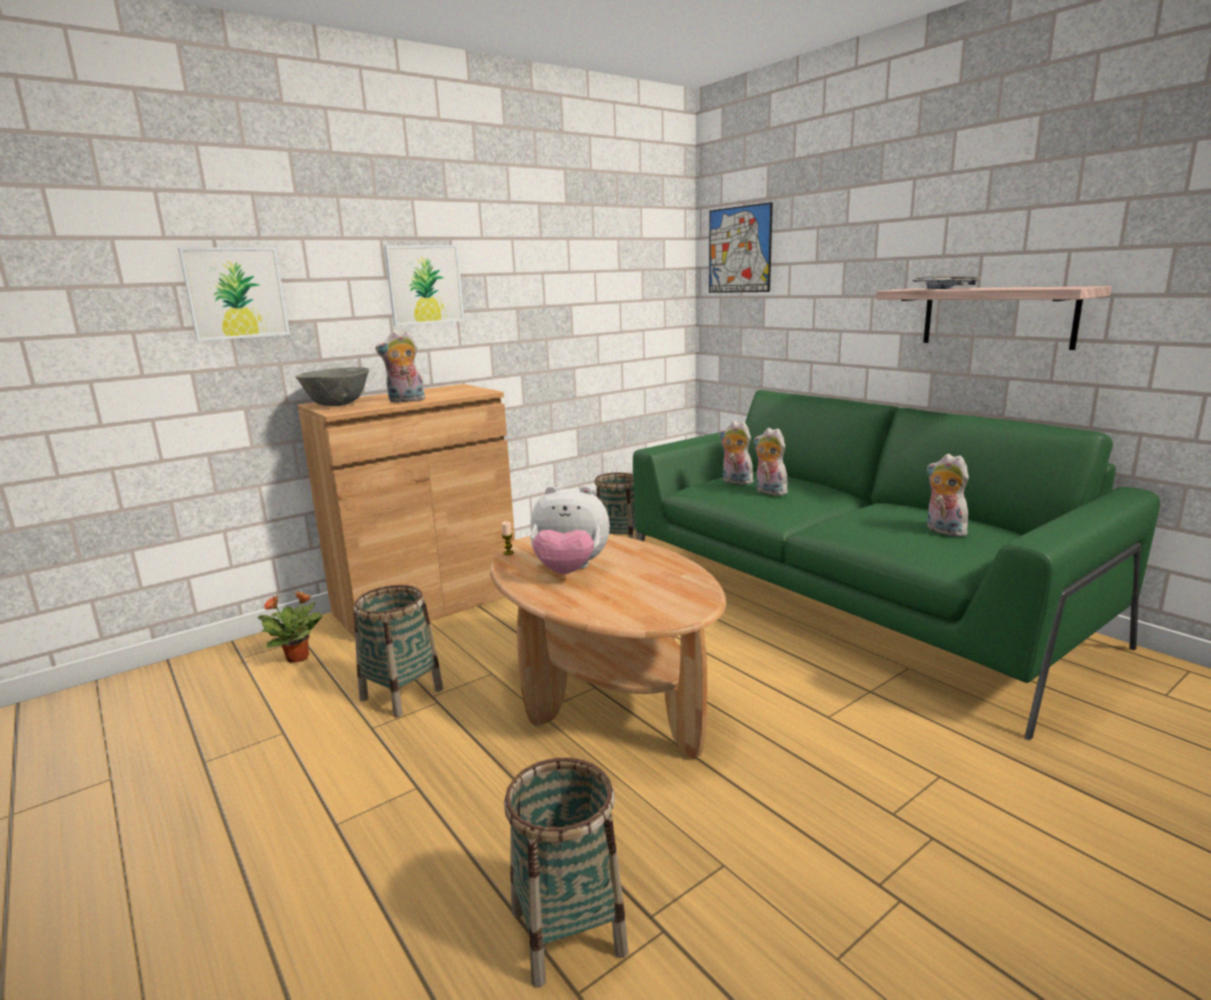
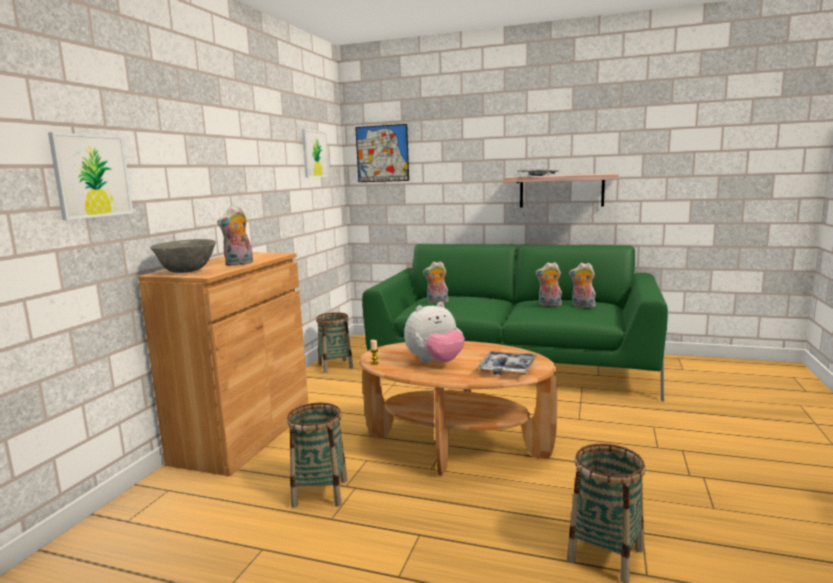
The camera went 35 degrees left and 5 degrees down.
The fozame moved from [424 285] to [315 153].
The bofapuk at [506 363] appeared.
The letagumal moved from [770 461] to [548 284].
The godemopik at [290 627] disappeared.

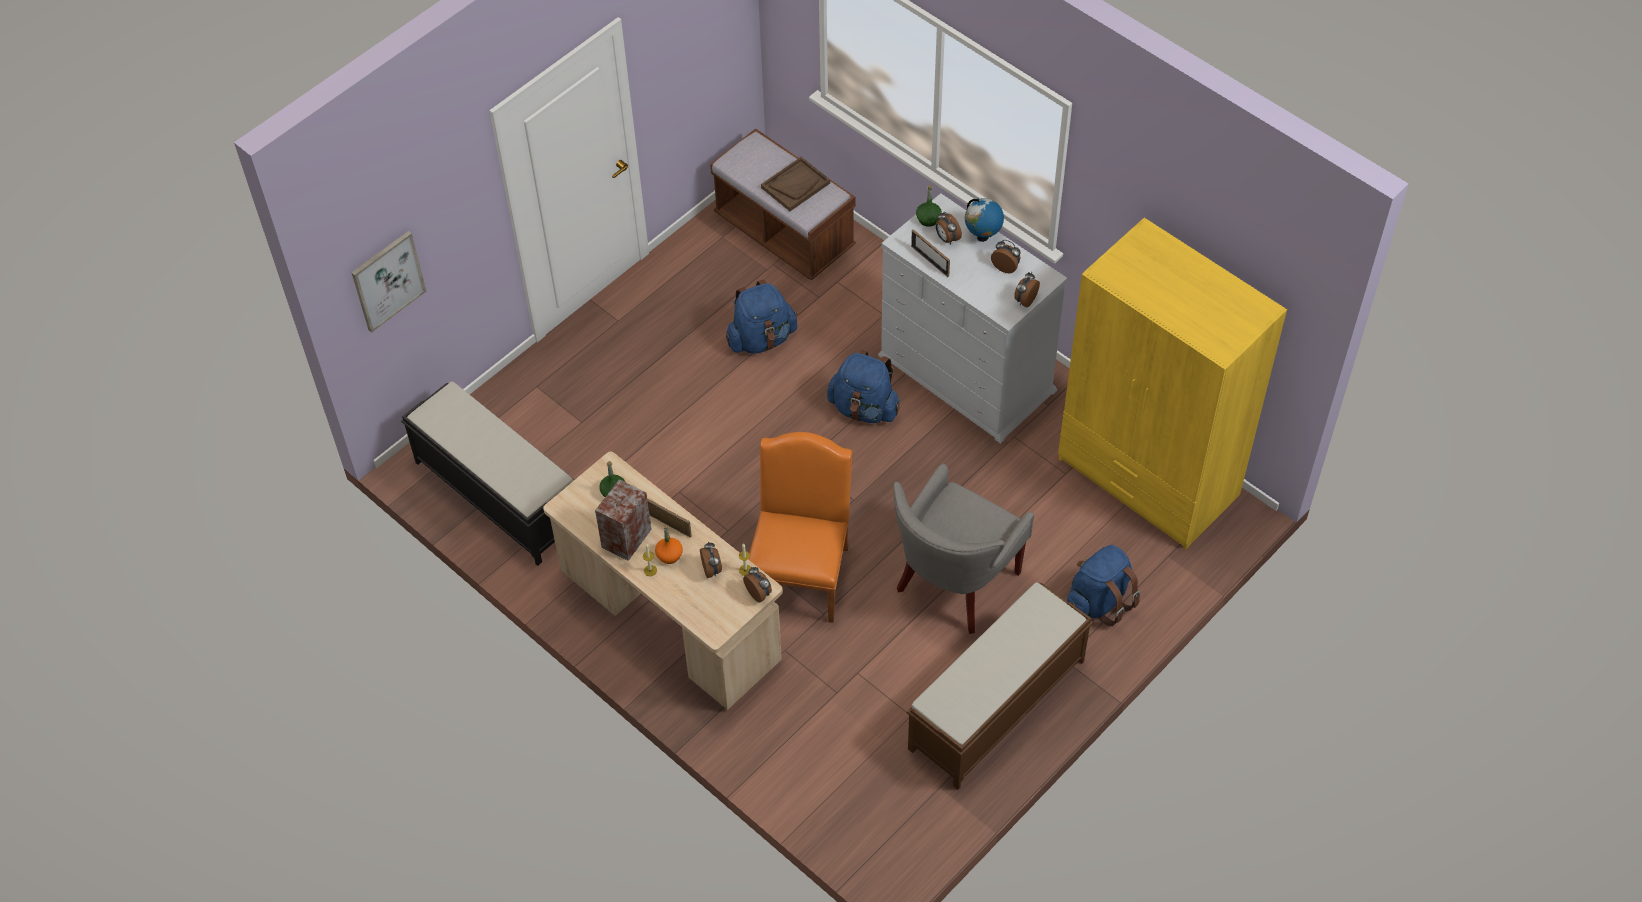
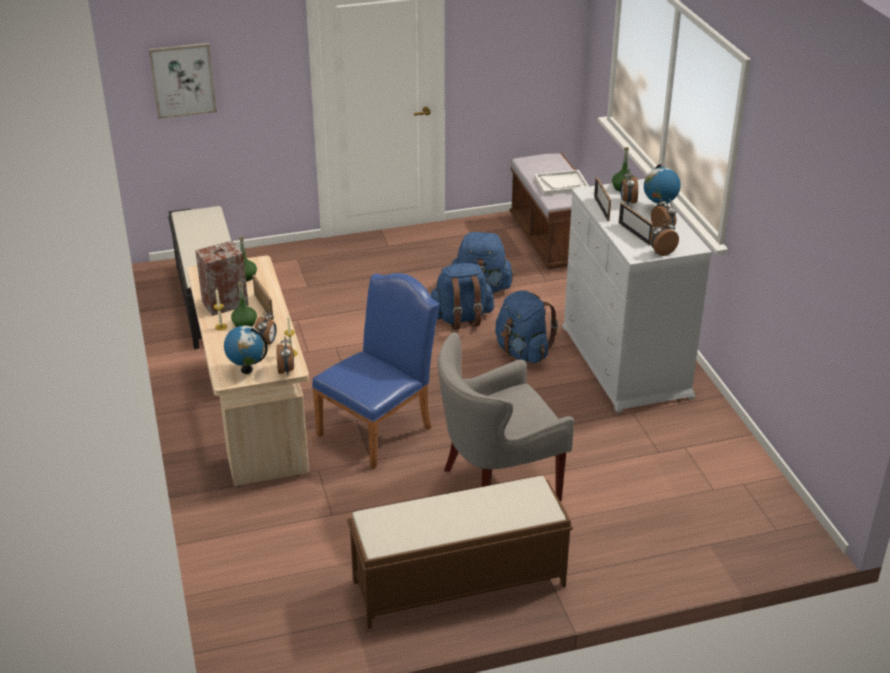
The camera went 30 degrees right and 20 degrees down.
The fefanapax at [246 350] appeared.
The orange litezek at [669 544] became the green litezek at [244 304].
The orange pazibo at [800 527] became the blue pazibo at [376 371].
The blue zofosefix moved from [1103 585] to [462 296].
The brown bofapuk at [795 184] became the white bofapuk at [561 182].
The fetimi at [636 224] appeared.
The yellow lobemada at [1172 384] disappeared.

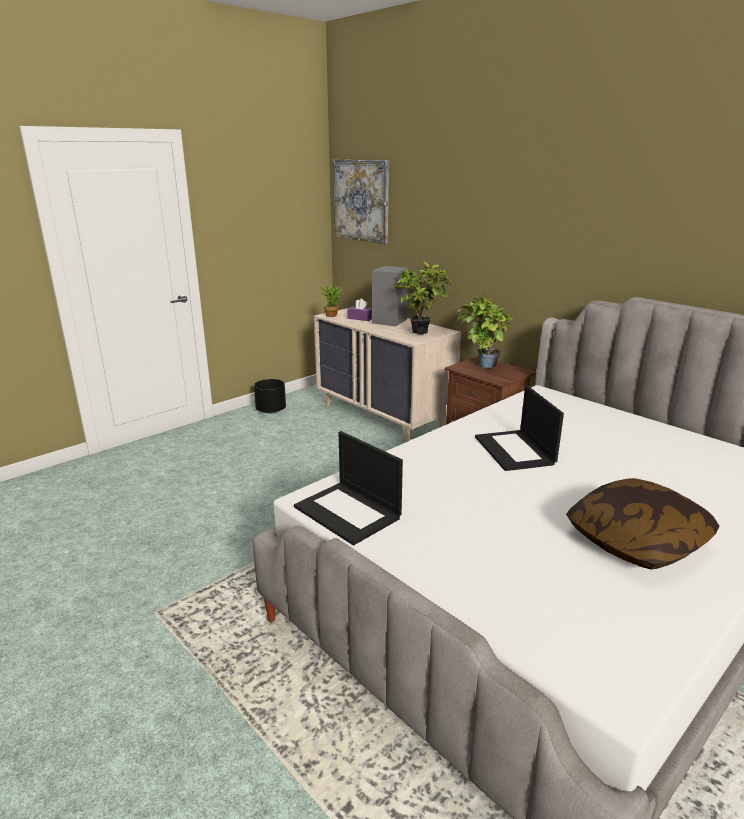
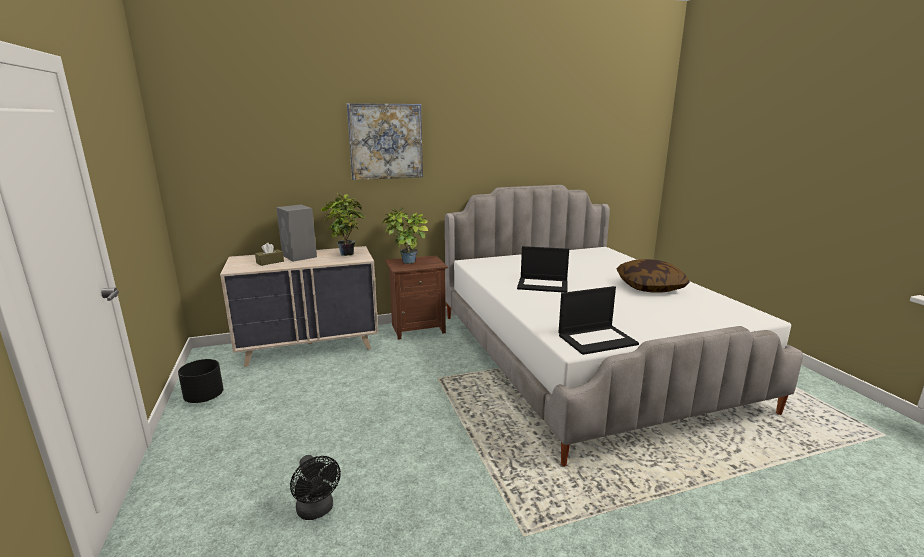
The camera went 65 degrees left and 5 degrees down.
The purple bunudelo at [359 310] became the brown bunudelo at [269 254].
The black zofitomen at [315 487] appeared.
The fozame moved from [361 202] to [385 141].
The godemopik at [331 301] disappeared.

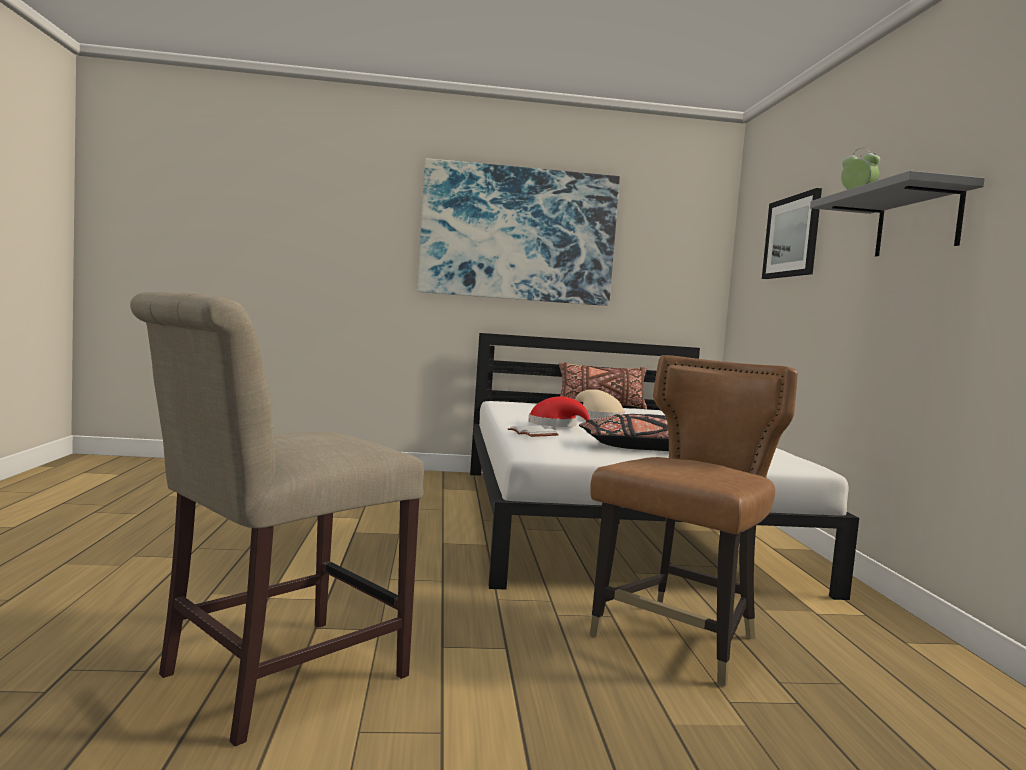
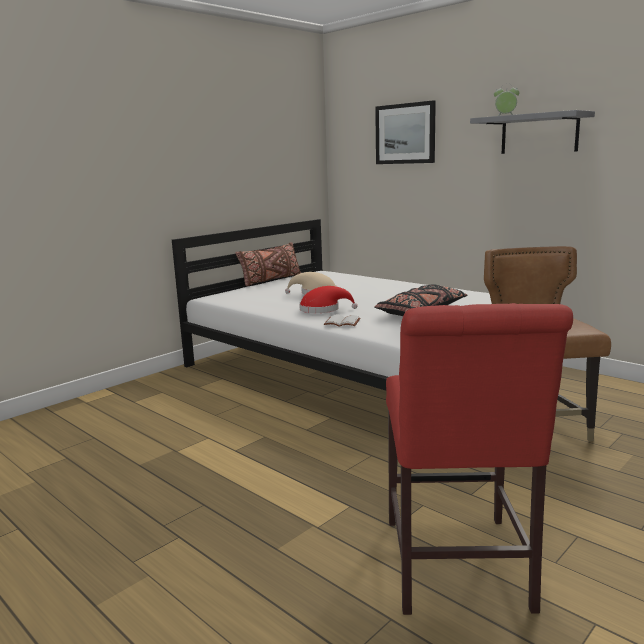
The camera went 40 degrees left and 10 degrees up.
The beige pazibo at [277 519] became the red pazibo at [479 459].
The fozame at [519 232] disappeared.

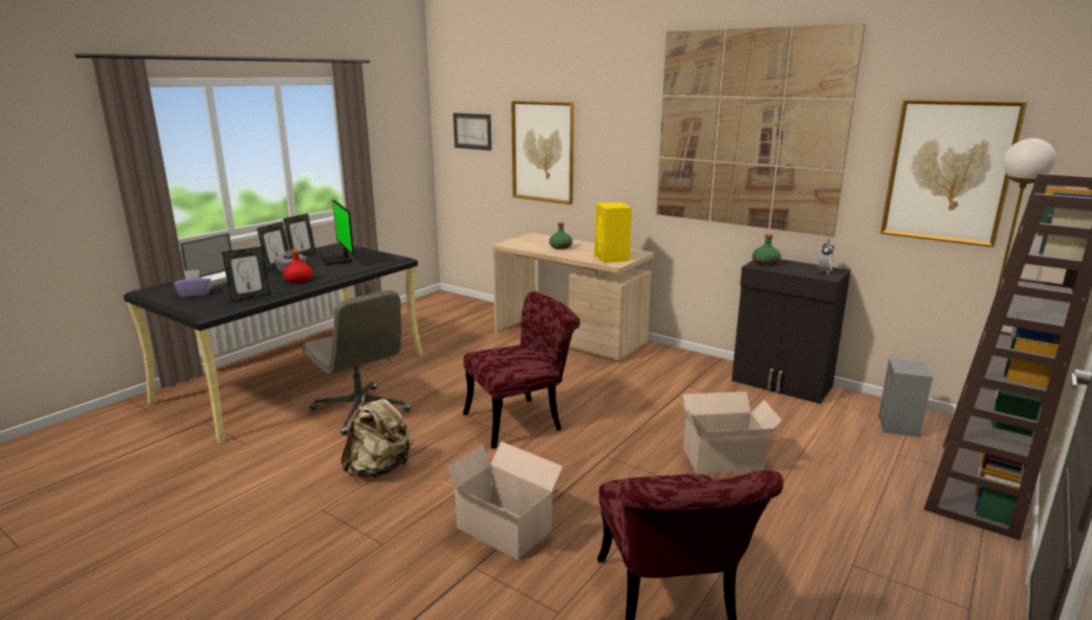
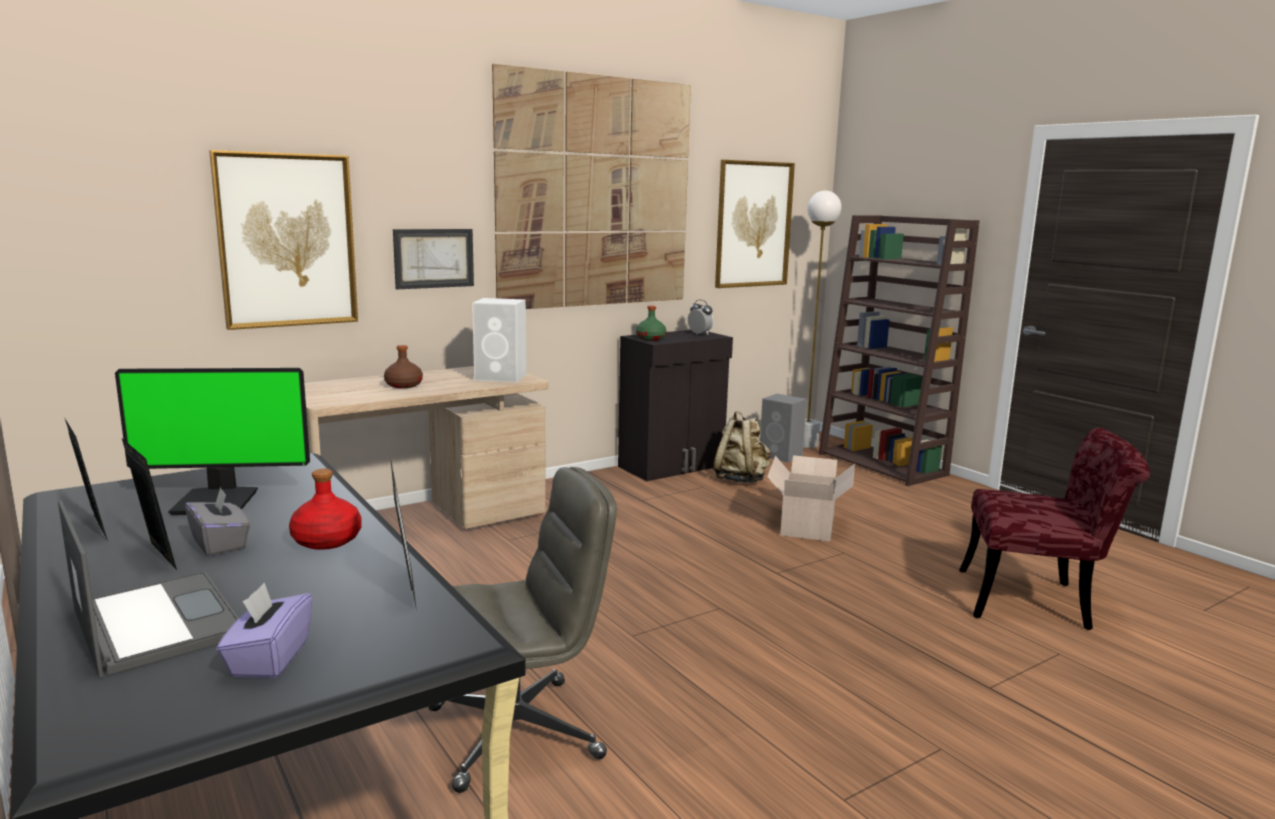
The camera went 70 degrees left and 5 degrees down.
The green litezek at [560 235] became the brown litezek at [403 366].
The fozame moved from [472 132] to [433 259].
The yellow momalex at [613 232] became the white momalex at [499 340].
The beige zofosefix moved from [377 435] to [742 447].
The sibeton at [502 500] disappeared.
The red pazibo at [521 370] disappeared.

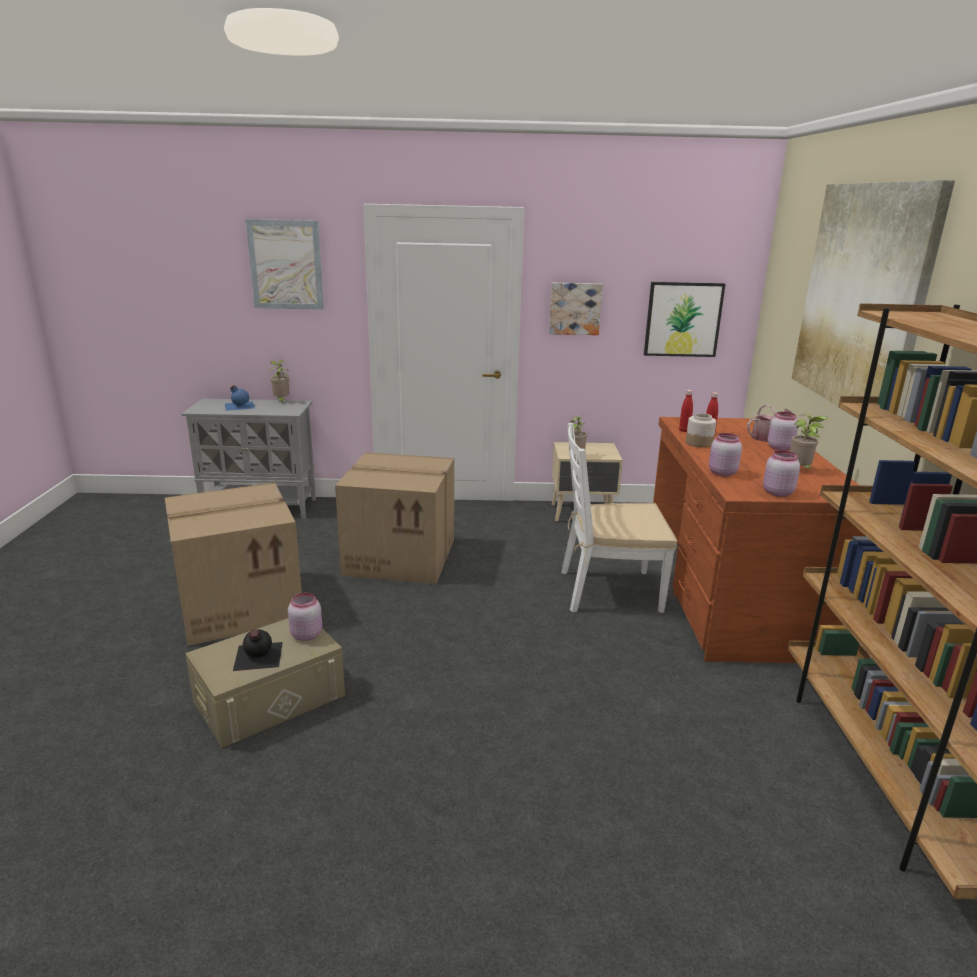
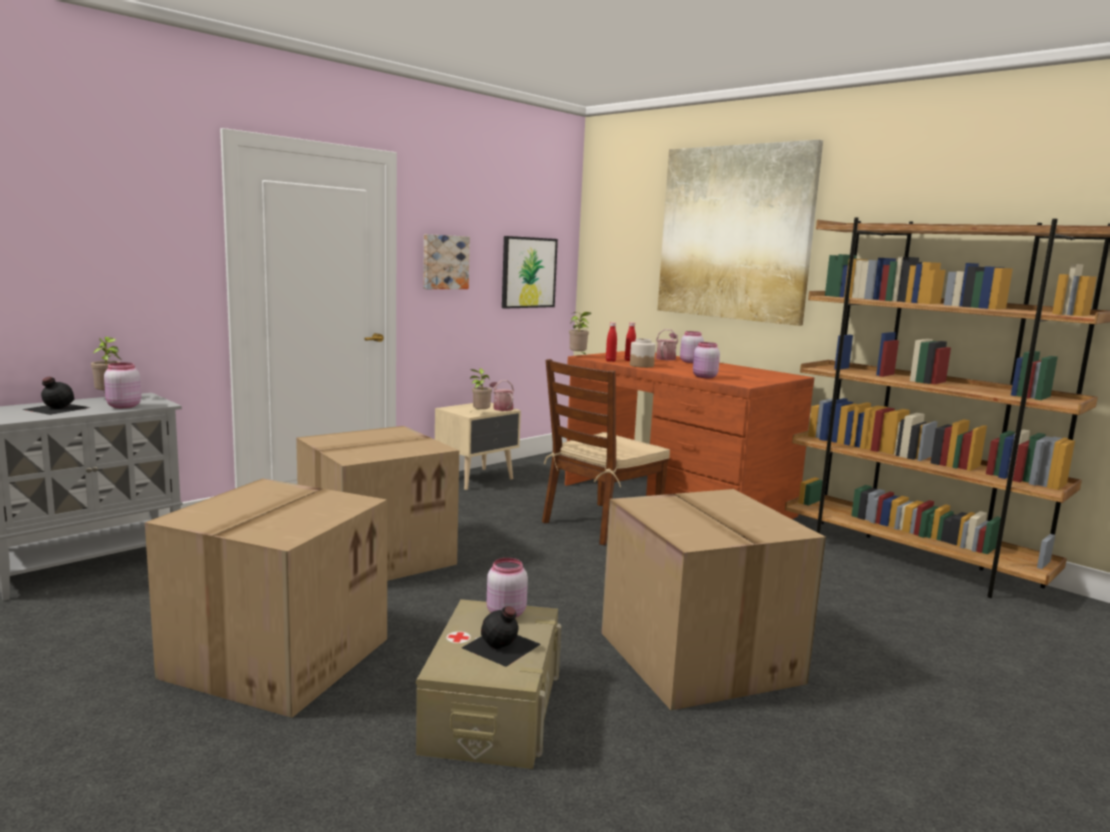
The camera went 45 degrees left and 10 degrees down.
The blue litezek at [240 398] became the black litezek at [56 396].
The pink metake moved from [781 473] to [123 385].
The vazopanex at [501 395] appeared.
The white pazibo at [619 518] became the brown pazibo at [606 452].
The godemopik moved from [809 442] to [580 333].
The sibeton at [713 599] appeared.
The fozame at [285 264] disappeared.

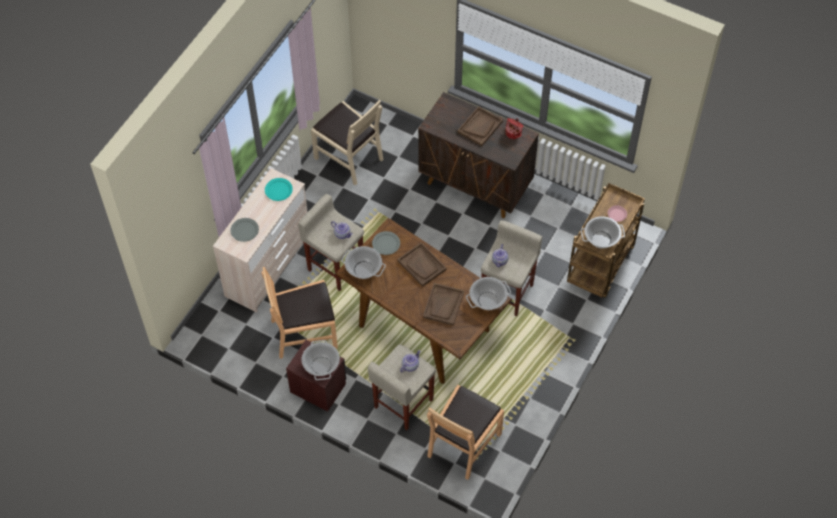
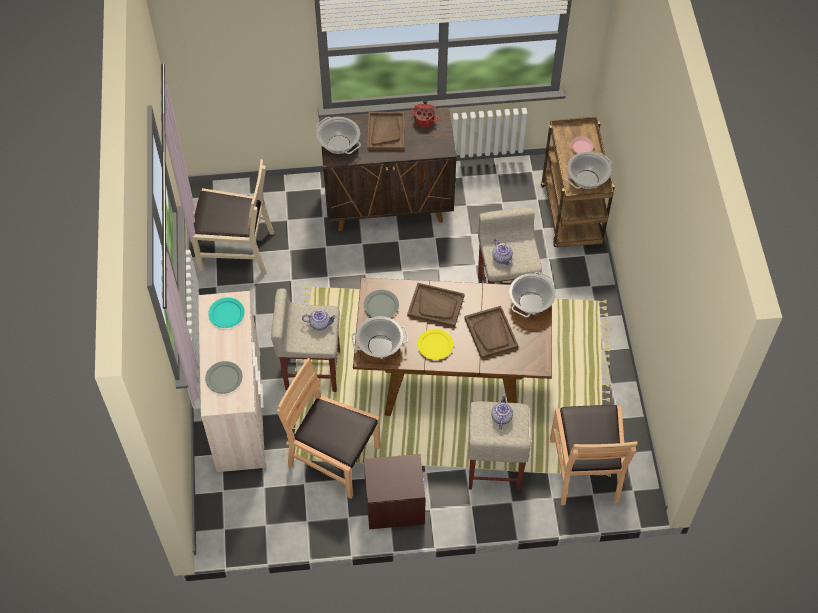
The camera went 35 degrees left and 0 degrees up.
The brown pazibo at [300 313] turned 75 degrees clockwise.
The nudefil moved from [321 360] to [338 135].
The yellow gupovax at [435 344] appeared.

